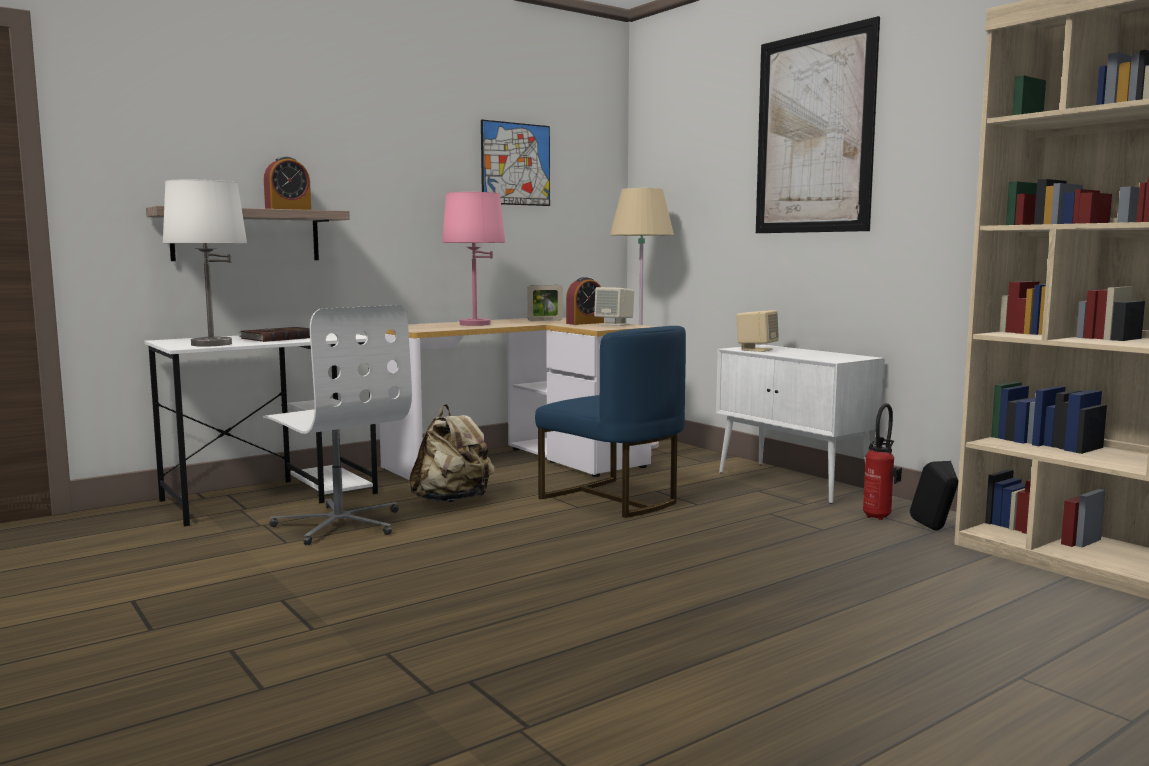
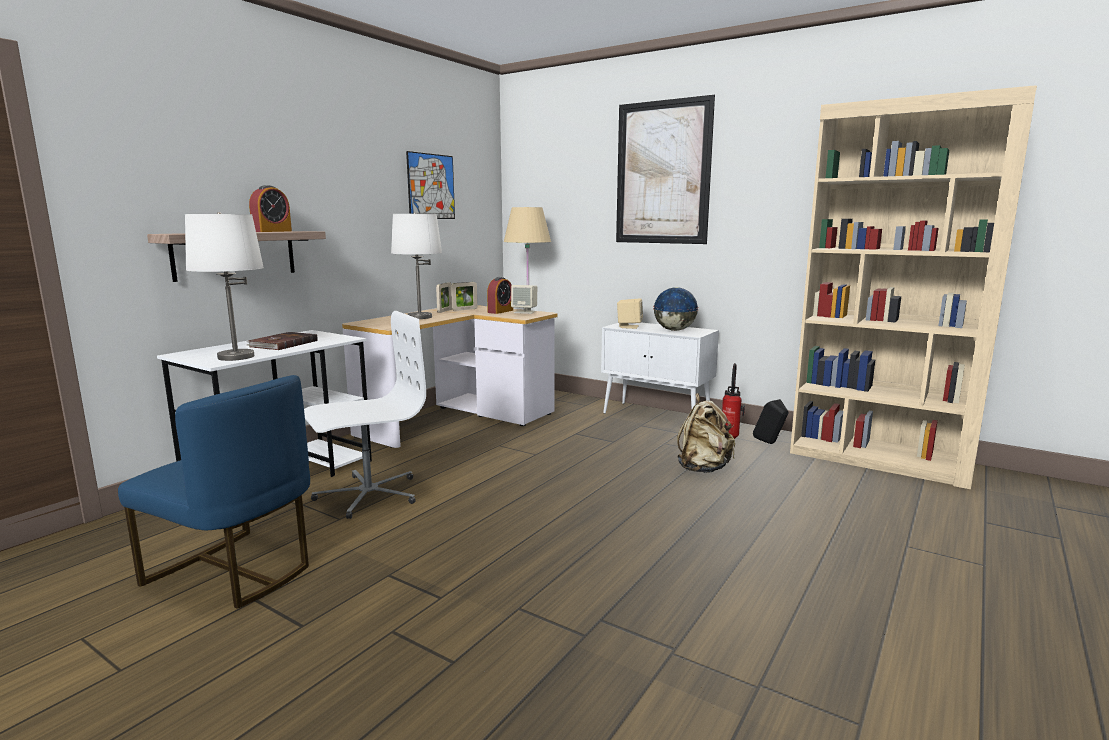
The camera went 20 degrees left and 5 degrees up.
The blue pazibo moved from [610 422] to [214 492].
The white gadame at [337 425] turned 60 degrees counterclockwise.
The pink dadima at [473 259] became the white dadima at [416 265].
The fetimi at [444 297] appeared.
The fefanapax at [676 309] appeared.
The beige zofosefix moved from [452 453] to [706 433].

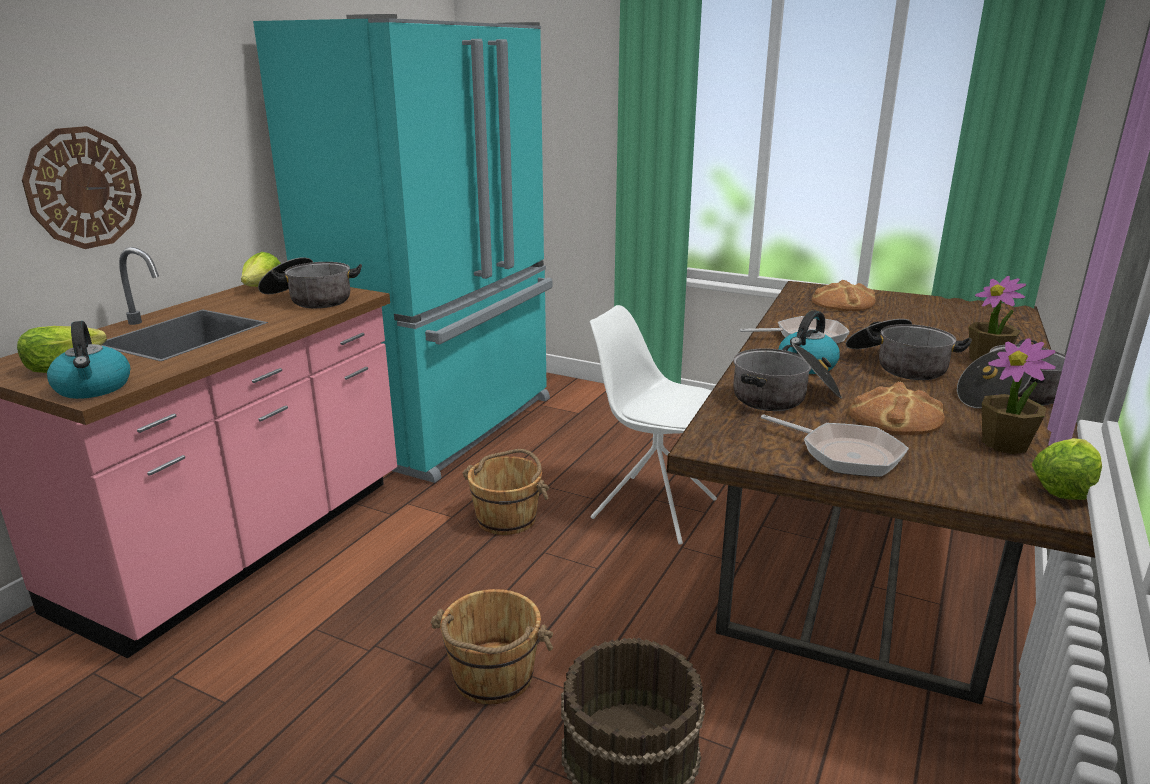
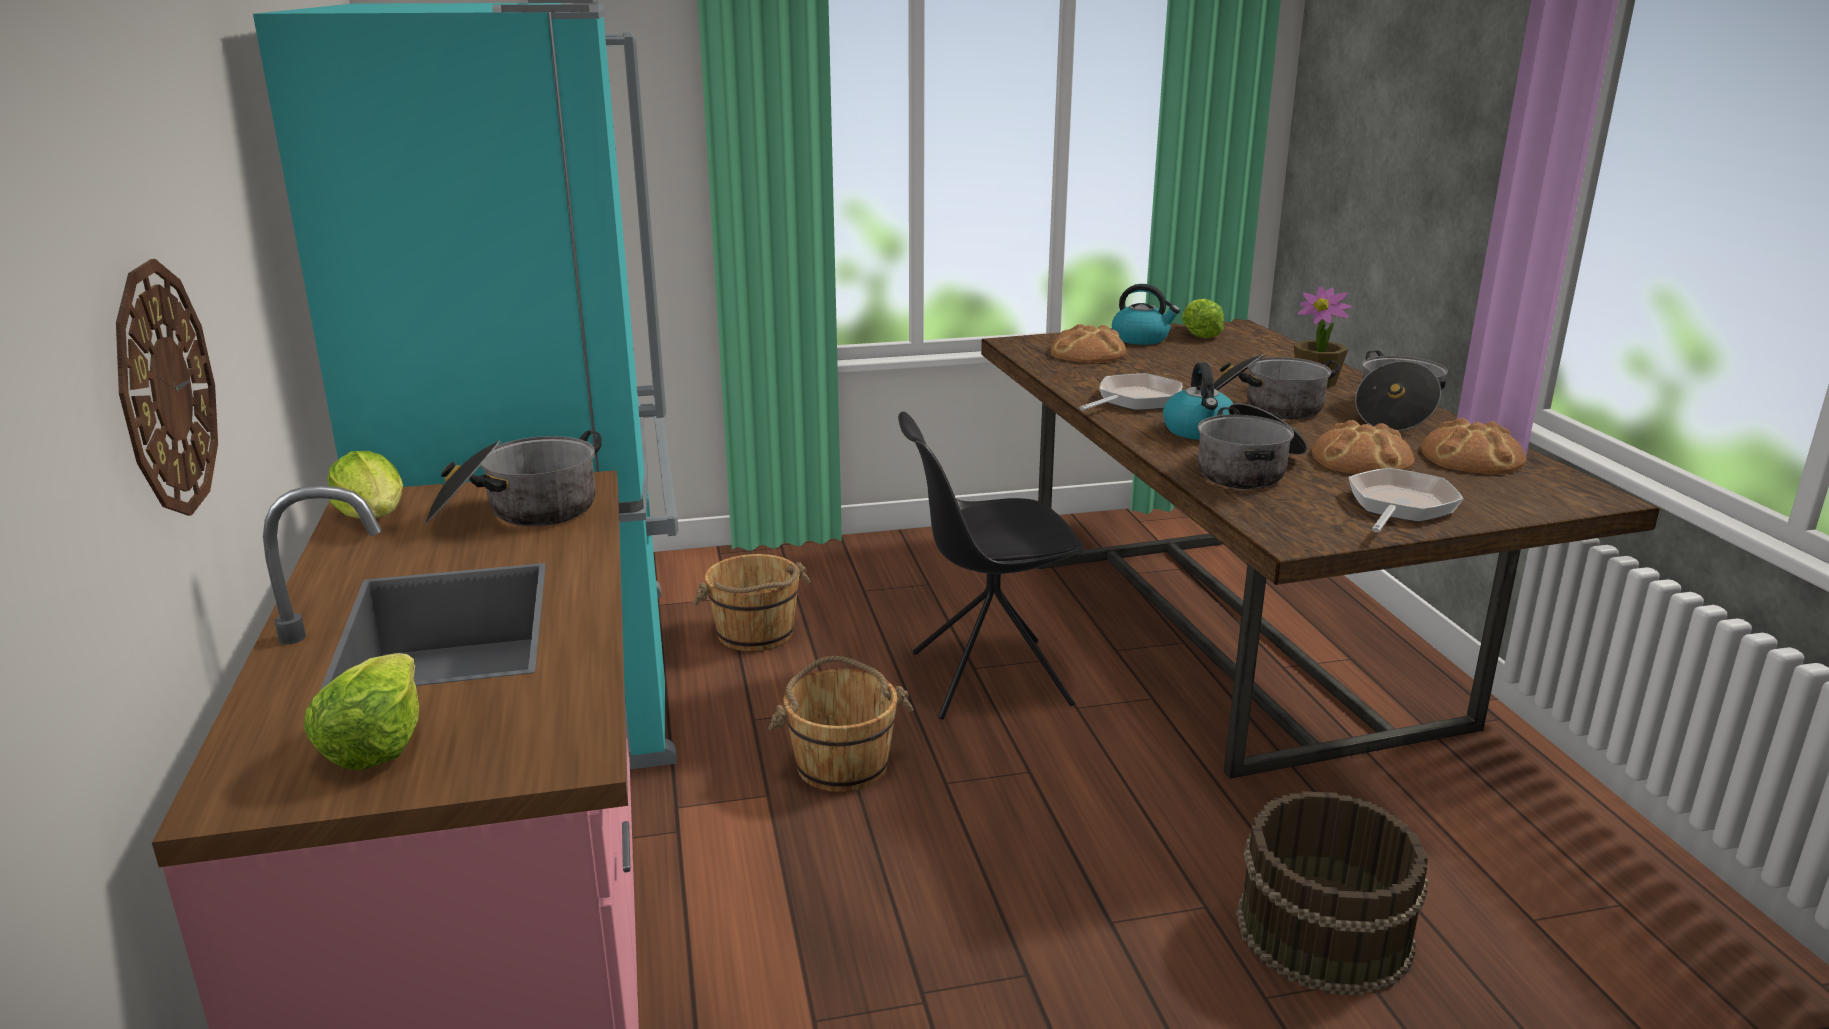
The camera went 40 degrees left and 0 degrees up.
The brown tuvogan moved from [492 647] to [752 603].
The white pazibo at [653 425] became the black pazibo at [991 565].
The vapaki moved from [88 360] to [1146 314].
The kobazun moved from [1067 469] to [1203 318].
The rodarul at [835 445] turned 60 degrees counterclockwise.
The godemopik at [1019 396] was replaced by the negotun at [1473 446].

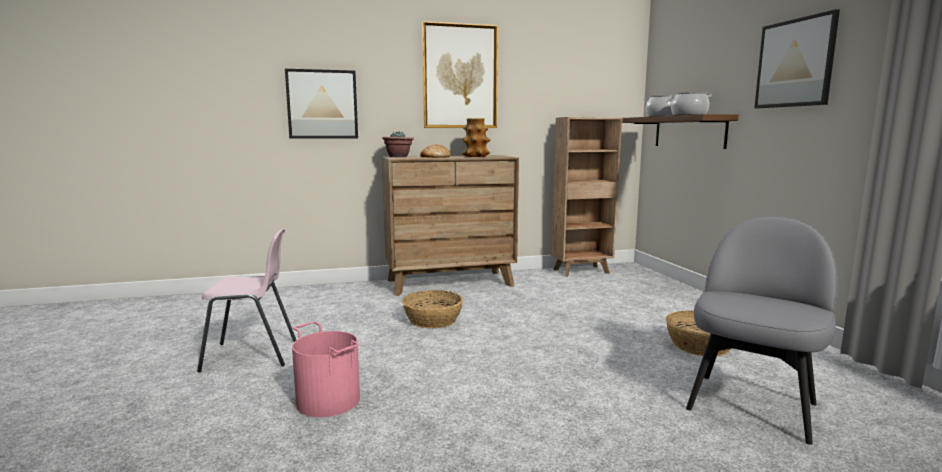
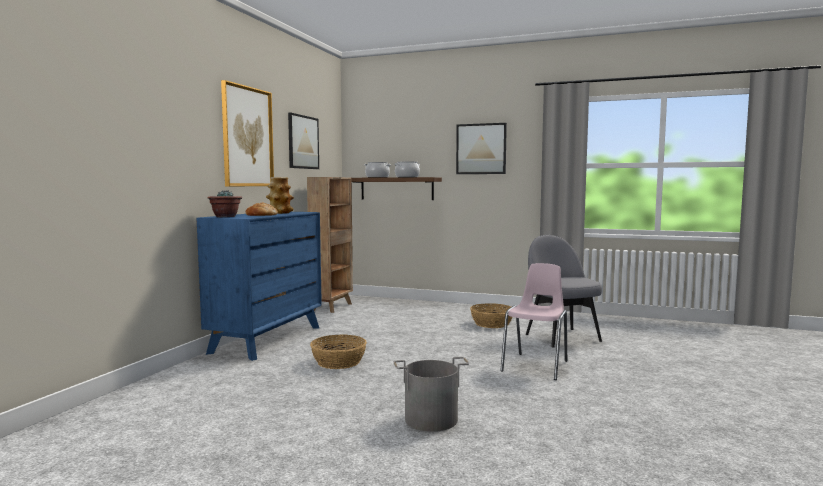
The camera went 55 degrees left and 5 degrees down.
The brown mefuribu at [450 225] became the blue mefuribu at [259 286].
The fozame moved from [321 104] to [303 141].
The pink tuvogan at [326 369] became the grey tuvogan at [431 394].
The pink pazibo moved from [246 301] to [533 321].

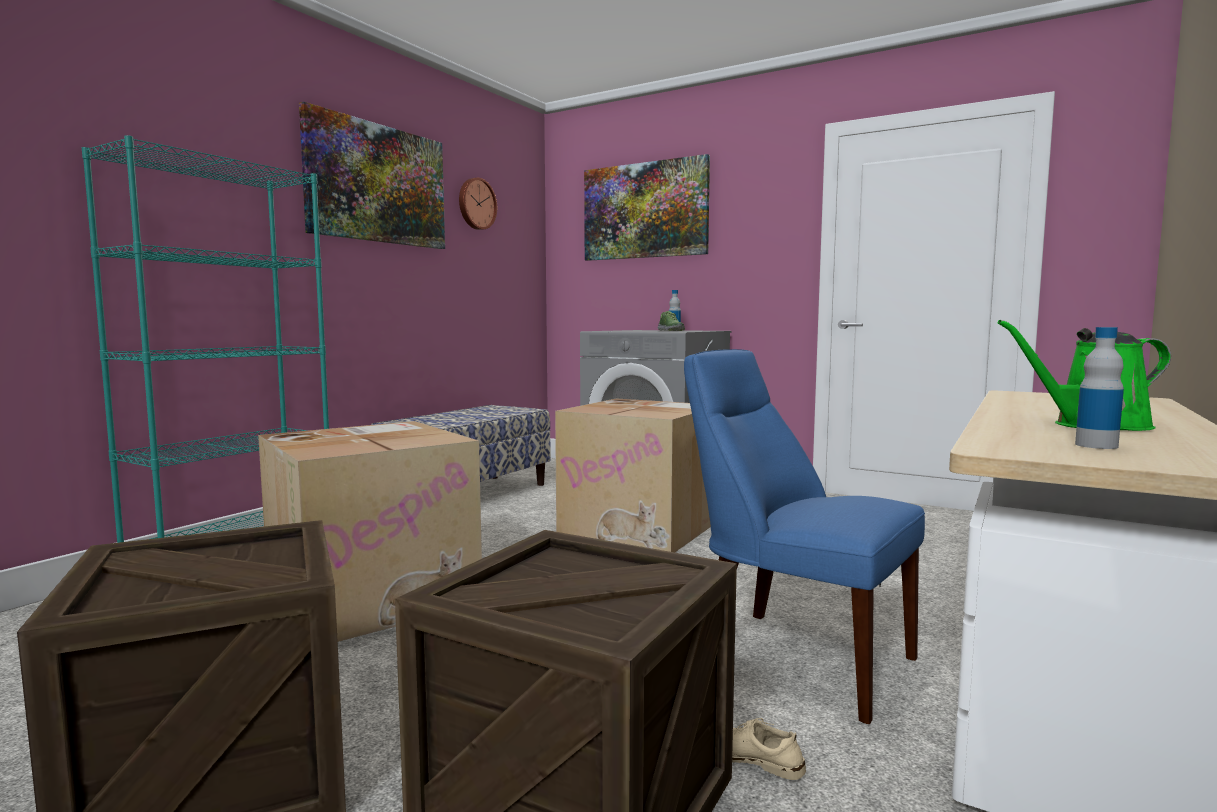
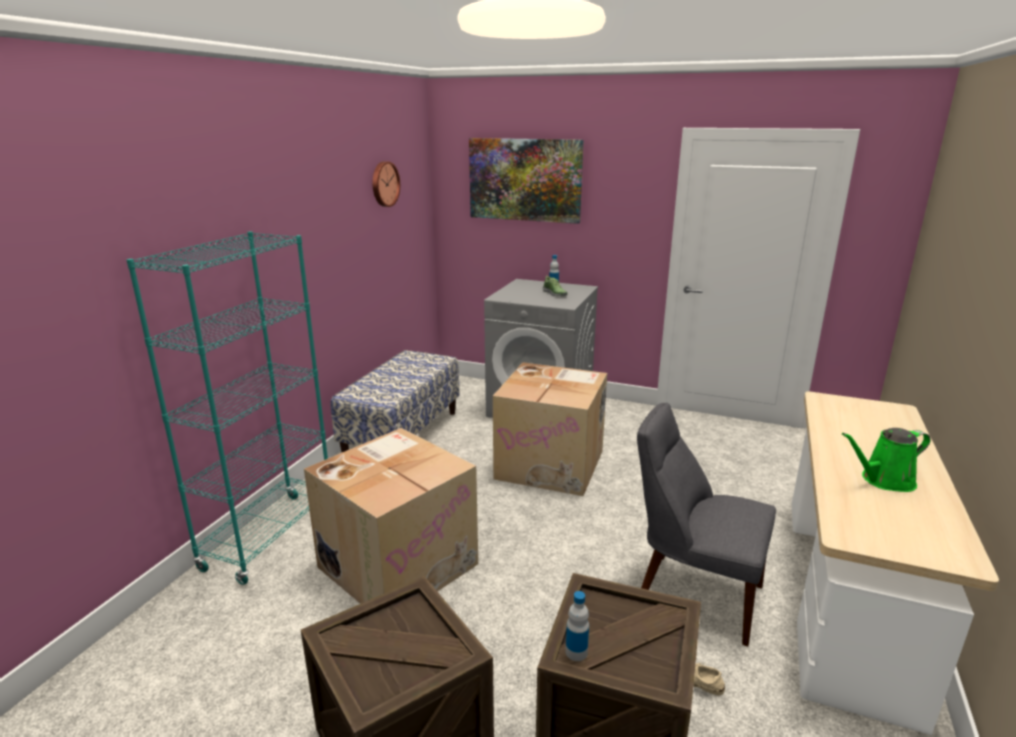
The camera went 10 degrees left and 15 degrees up.
The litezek moved from [1099 388] to [577 626].
The blue pazibo at [804 536] became the grey pazibo at [706 524].
The fozame at [372 175] disappeared.

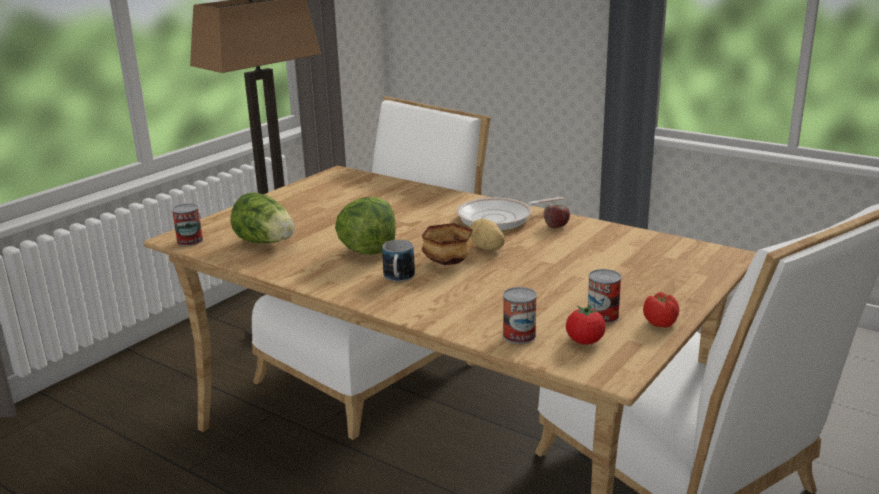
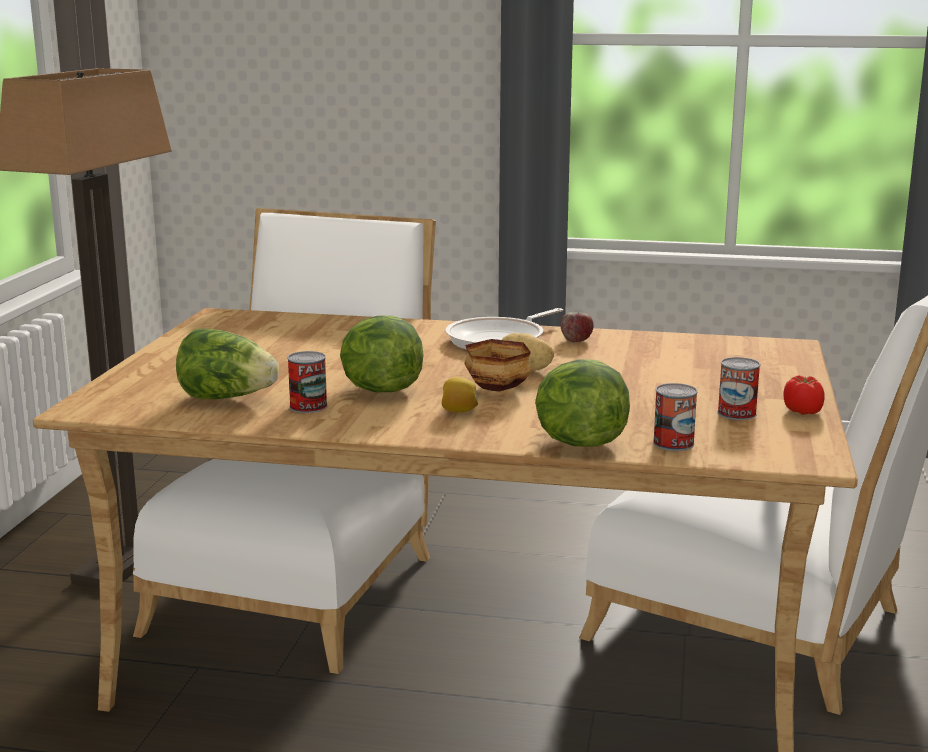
The camera went 25 degrees left and 5 degrees down.
The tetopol moved from [187 224] to [307 382].
The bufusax at [398 261] was replaced by the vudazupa at [460 395].
The kobazun at [582 403] appeared.
The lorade at [586 324] disappeared.

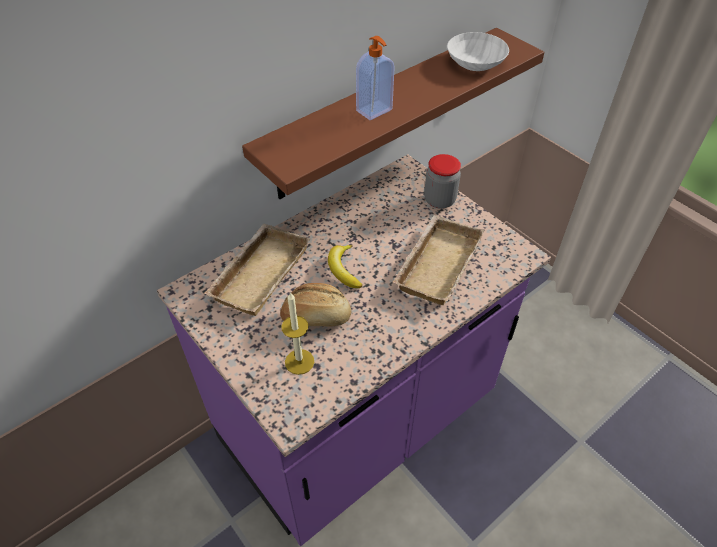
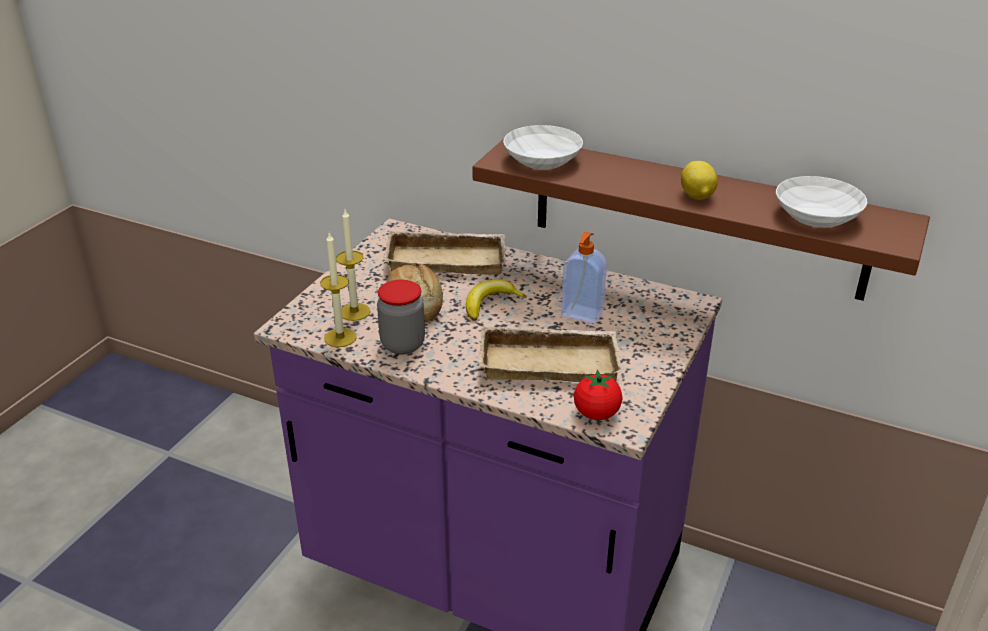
The camera went 65 degrees right and 15 degrees down.
The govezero at [338 290] appeared.
The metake moved from [442 181] to [401 317].
The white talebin at [543 147] appeared.
The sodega moved from [375 78] to [584 278].
The lorade at [598 395] appeared.
The vudazupa at [699 180] appeared.

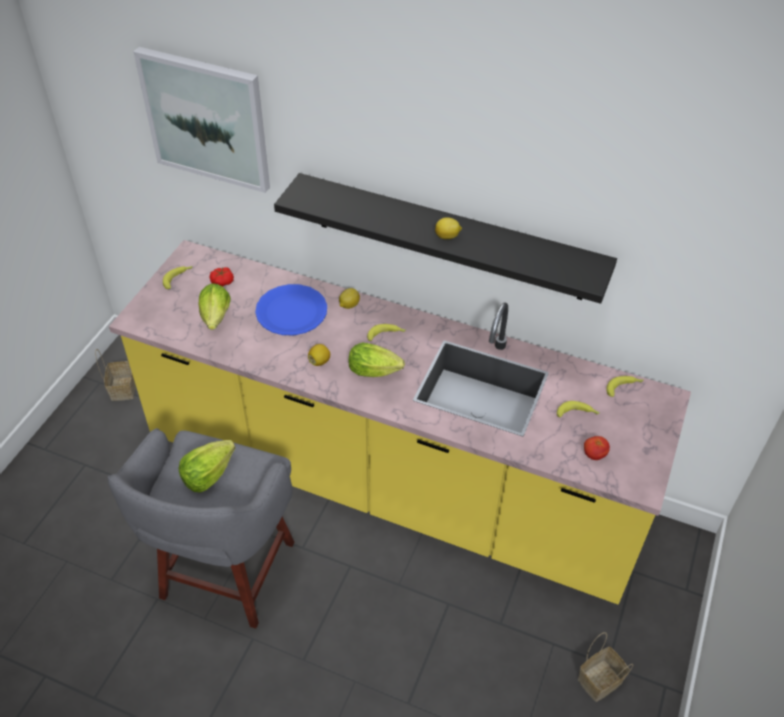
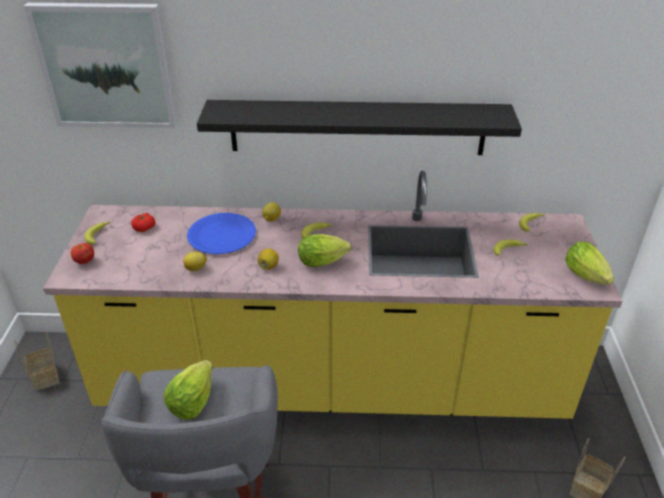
The camera went 20 degrees left and 10 degrees down.
The lorade moved from [597 448] to [82 253].
The vudazupa moved from [448 228] to [195 261].
The kobazun moved from [214 306] to [589 263].

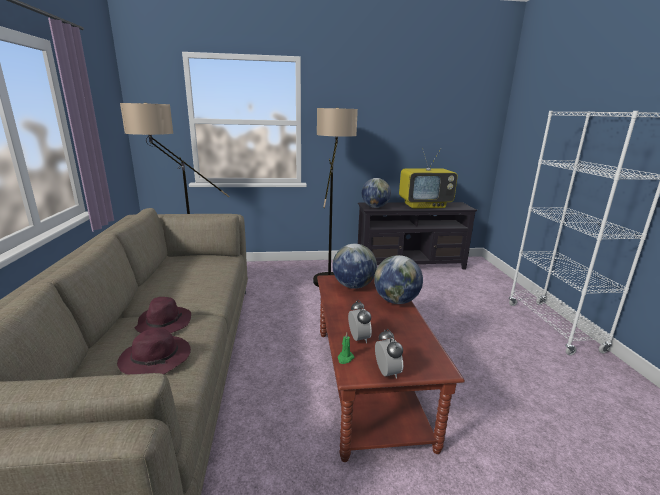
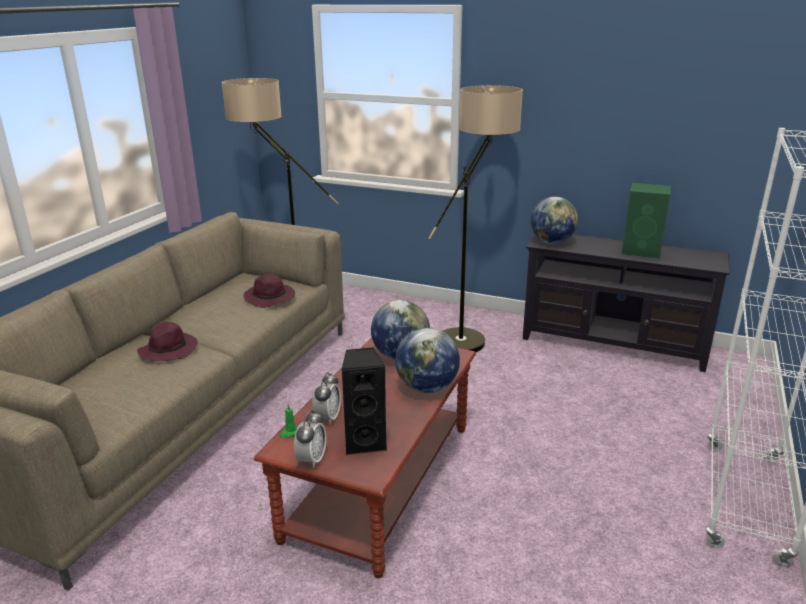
The camera went 30 degrees right and 5 degrees up.
The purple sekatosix moved from [154 351] to [269 291].
The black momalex at [364 401] appeared.
The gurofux at [428 178] was replaced by the green momalex at [646 221].

